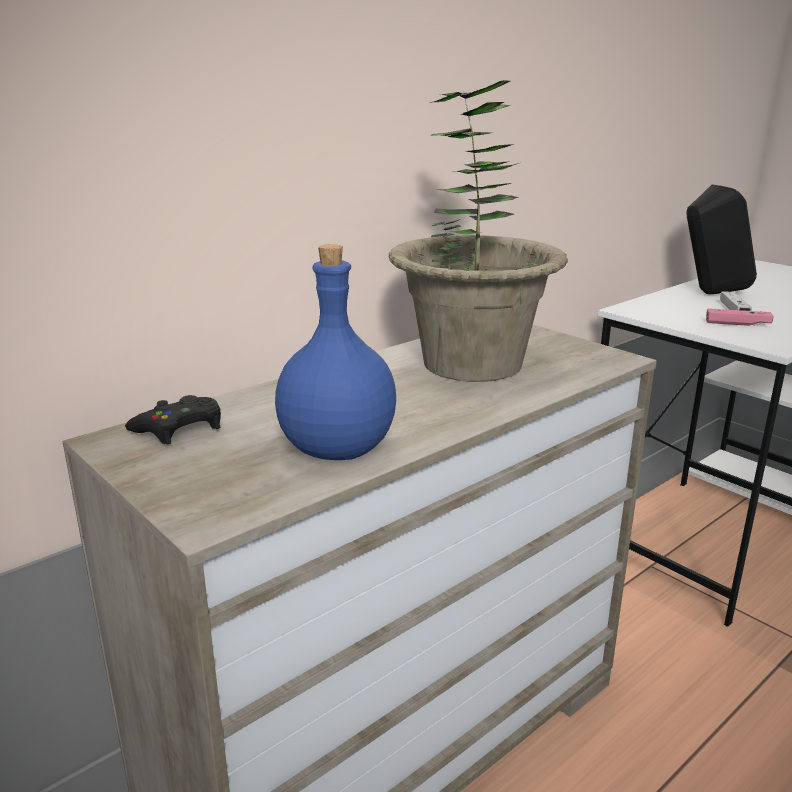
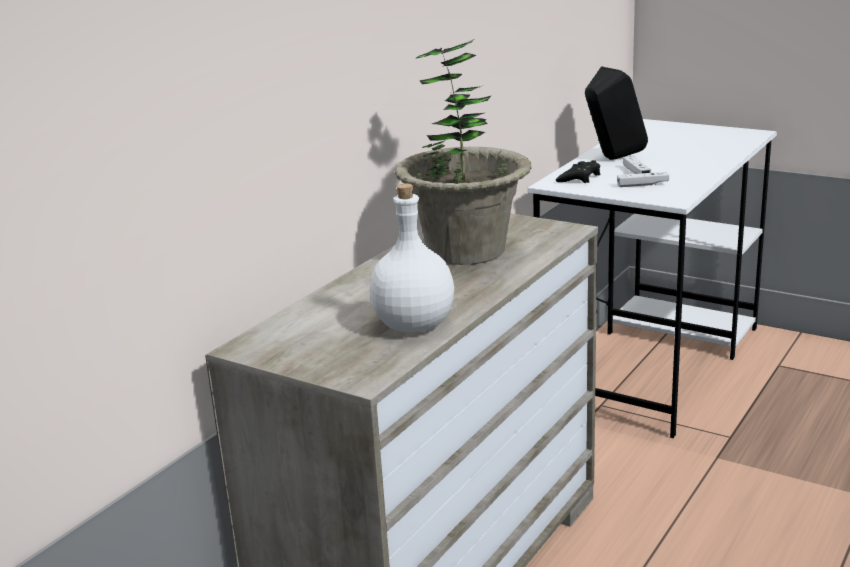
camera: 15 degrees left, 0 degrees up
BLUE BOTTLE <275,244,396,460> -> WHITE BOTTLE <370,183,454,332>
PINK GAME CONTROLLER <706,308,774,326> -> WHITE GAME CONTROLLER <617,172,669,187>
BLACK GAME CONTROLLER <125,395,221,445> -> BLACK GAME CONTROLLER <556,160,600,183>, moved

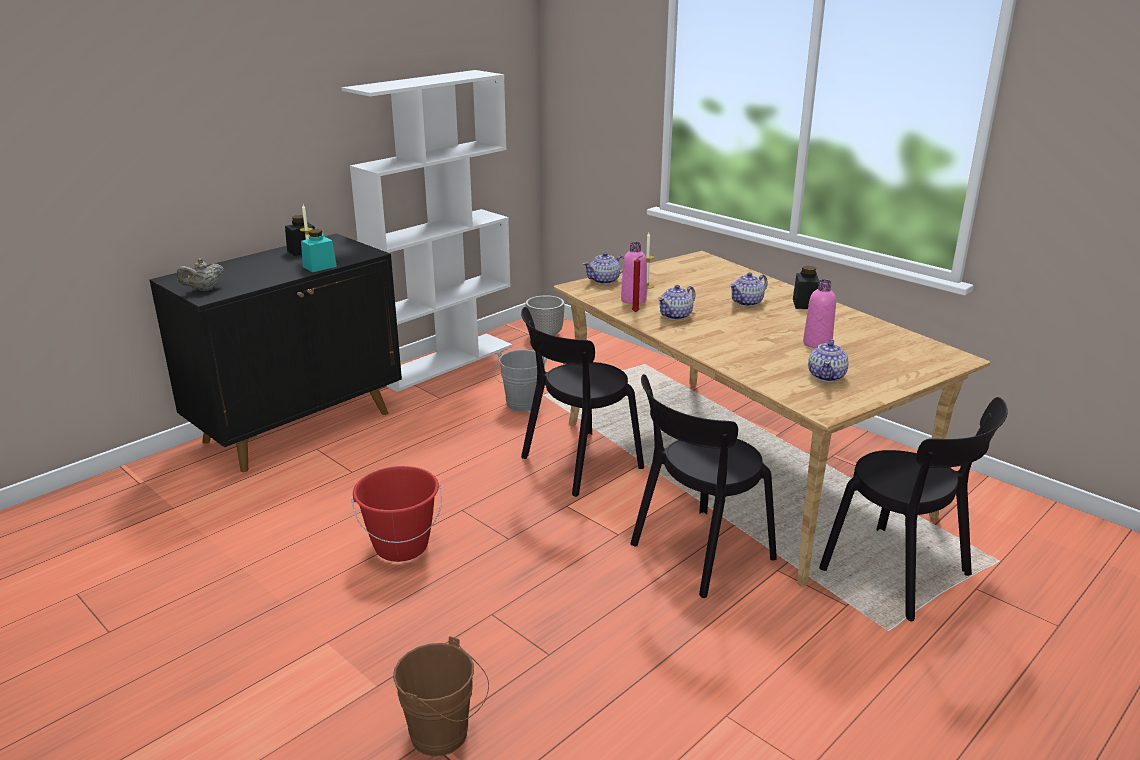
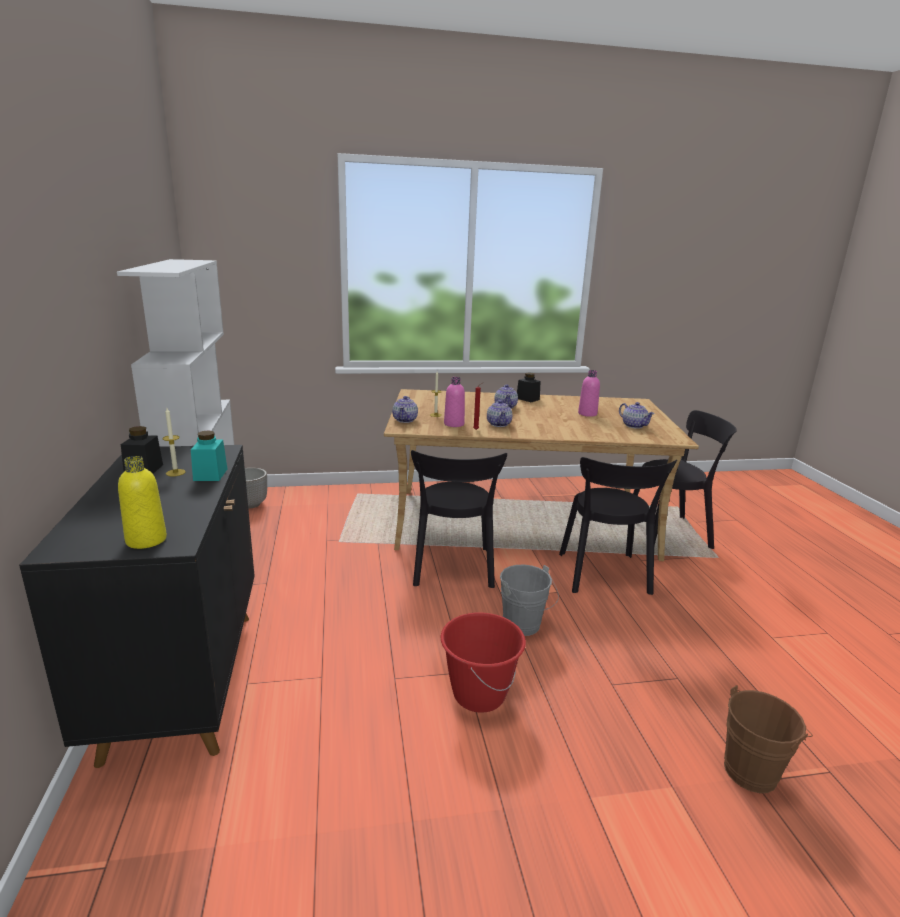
camera: 55 degrees left, 5 degrees down
BEIGE TEAPOT <177,258,224,291> -> YELLOW BOTTLE <118,456,167,549>
GREY BUCKET <494,350,547,412> -> GREY BUCKET <500,565,559,636>, moved

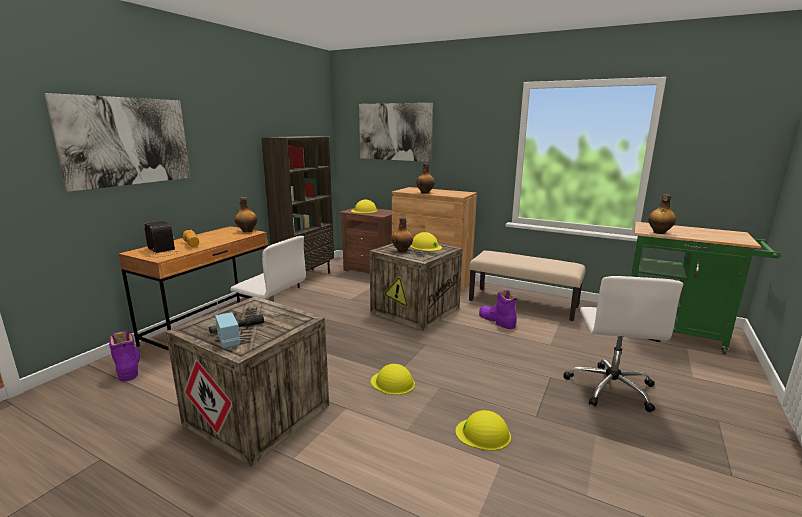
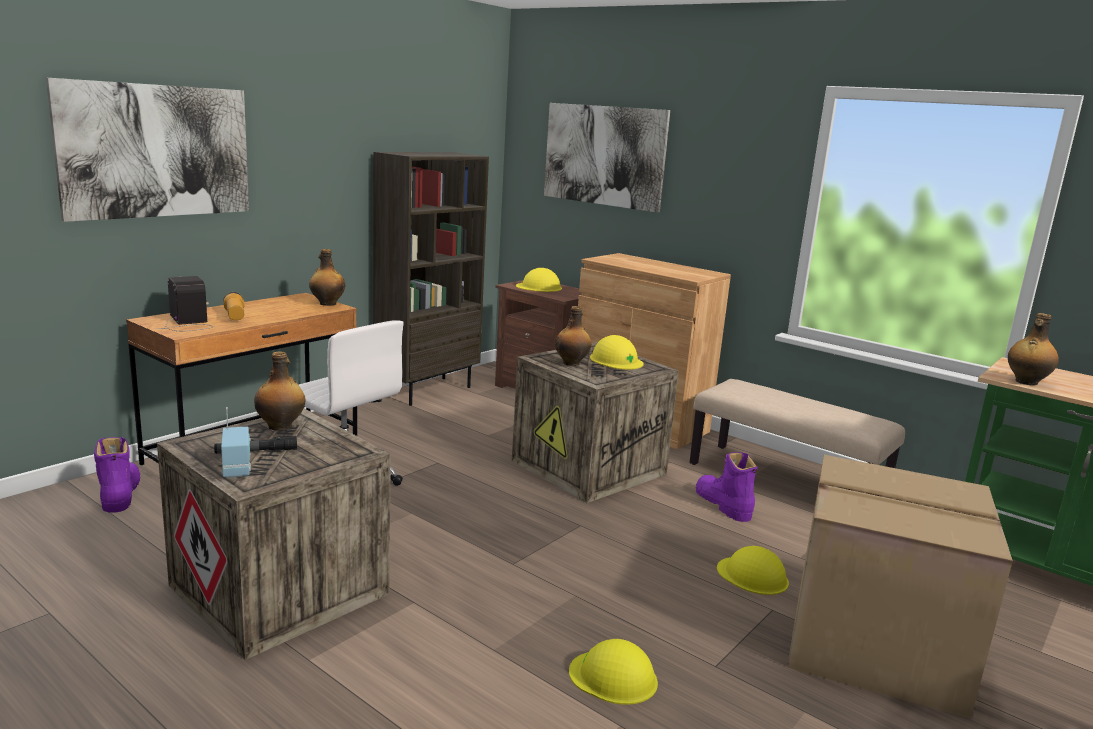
camera: 10 degrees right, 0 degrees up
BOTTLE <416,163,435,194> -> BOTTLE <254,351,305,431>, moved
WHITE OFFICE CHAIR <563,276,683,412> -> CARDBOARD BOX <787,455,1013,719>
YELLOW HARD HAT <371,364,415,395> -> YELLOW HARD HAT <717,546,789,595>, moved

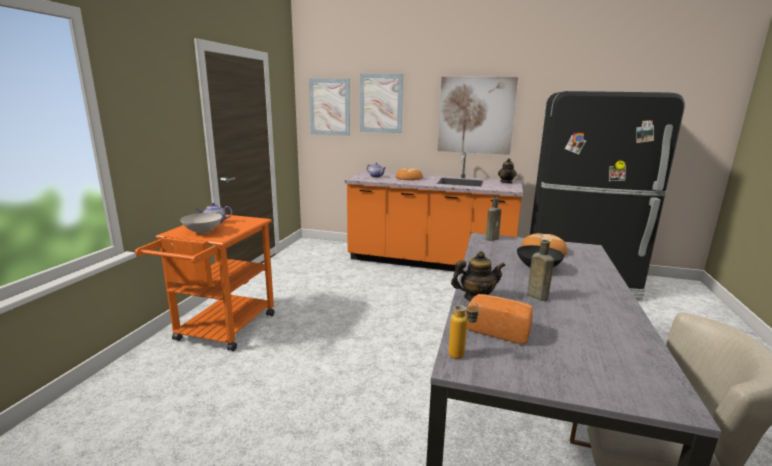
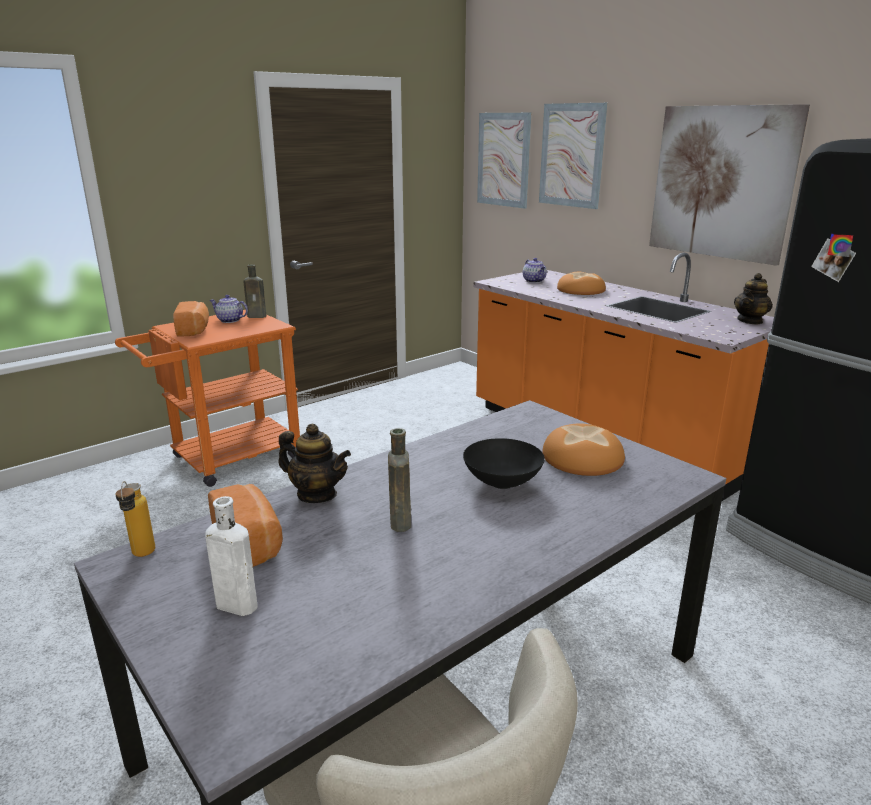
camera: 35 degrees right, 5 degrees up
BROWN BOTTLE <486,197,501,241> -> BROWN BOTTLE <243,264,266,318>, moved
WHITE BOWL <180,213,222,234> -> BREAD <173,301,209,337>
none -> WHITE BOTTLE <205,496,258,616>

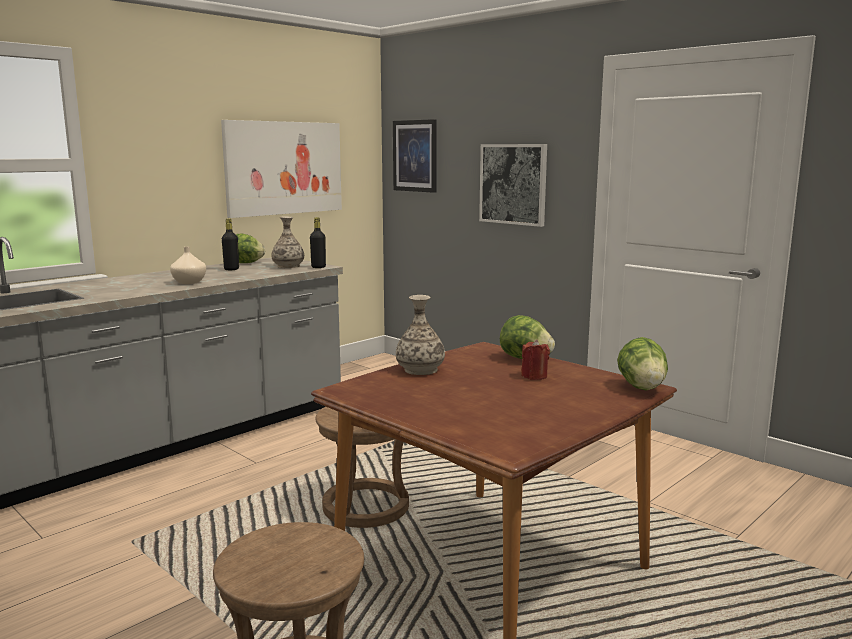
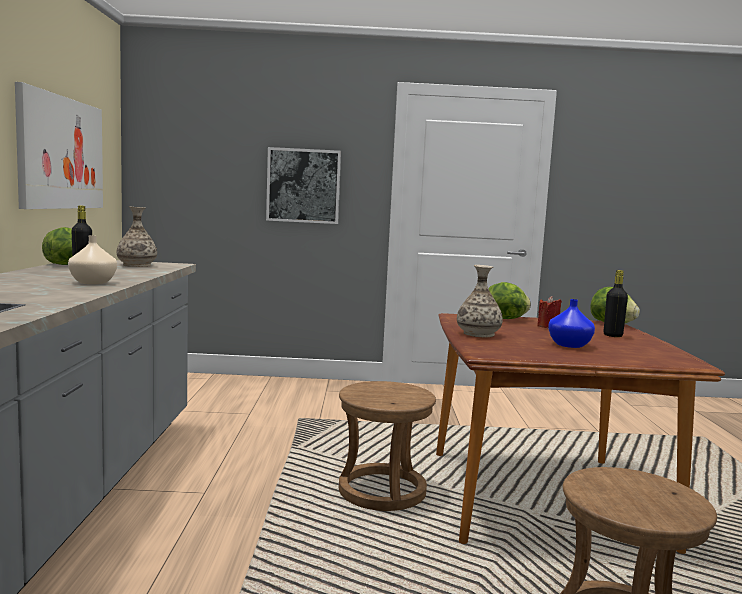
camera: 45 degrees left, 5 degrees down
PICTURE <393,119,437,193> -> none
BLACK BOTTLE <310,217,326,268> -> BLACK BOTTLE <604,270,628,337>, moved
none -> BLUE VASE <548,299,595,348>

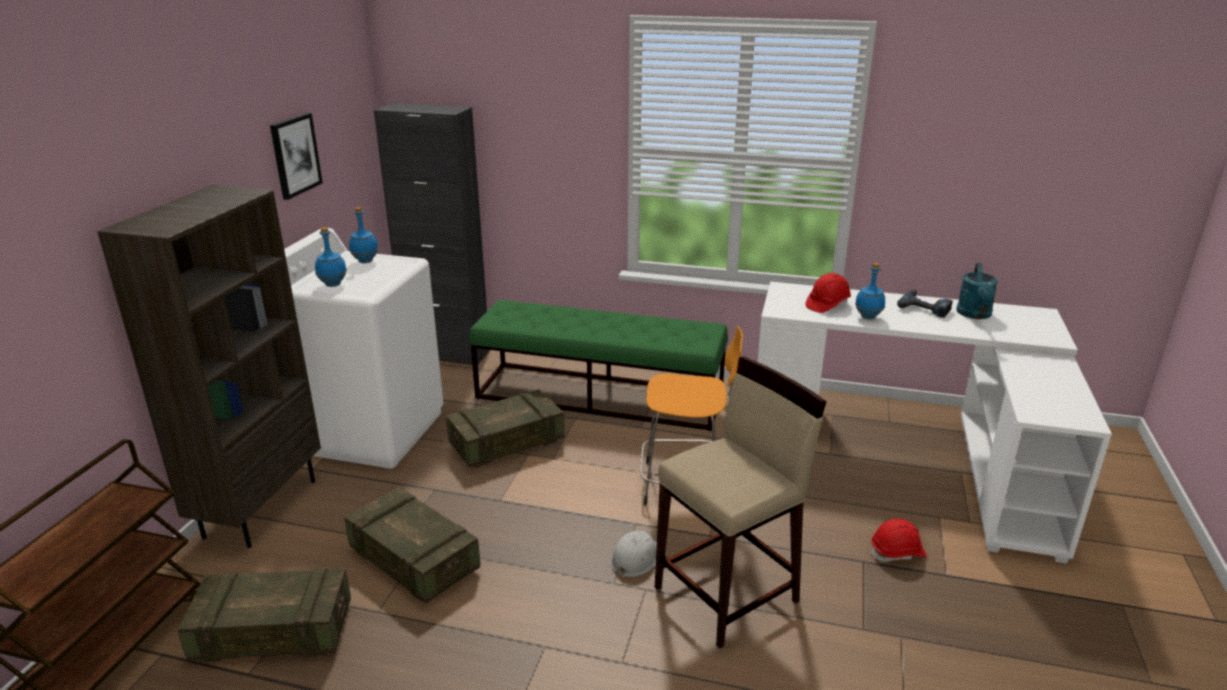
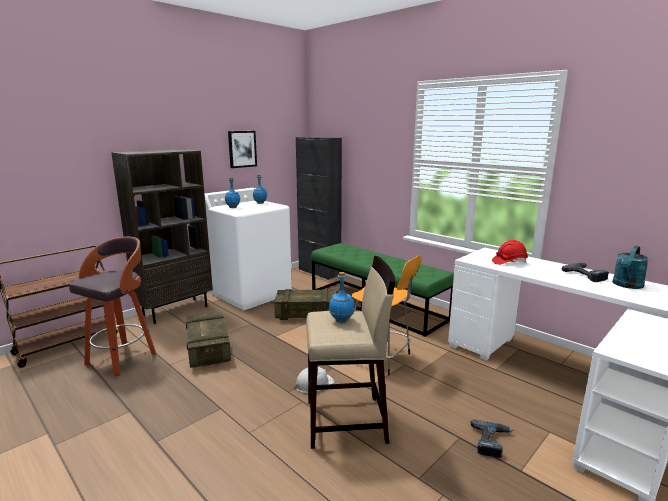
camera: 30 degrees right, 10 degrees down
BLUE BOTTLE <855,263,885,320> -> BLUE BOTTLE <329,272,355,323>, moved
RED HARD HAT <871,519,927,562> -> POWER DRILL <470,419,514,458>
CRATE <177,568,351,663> -> STOOL <69,237,156,376>

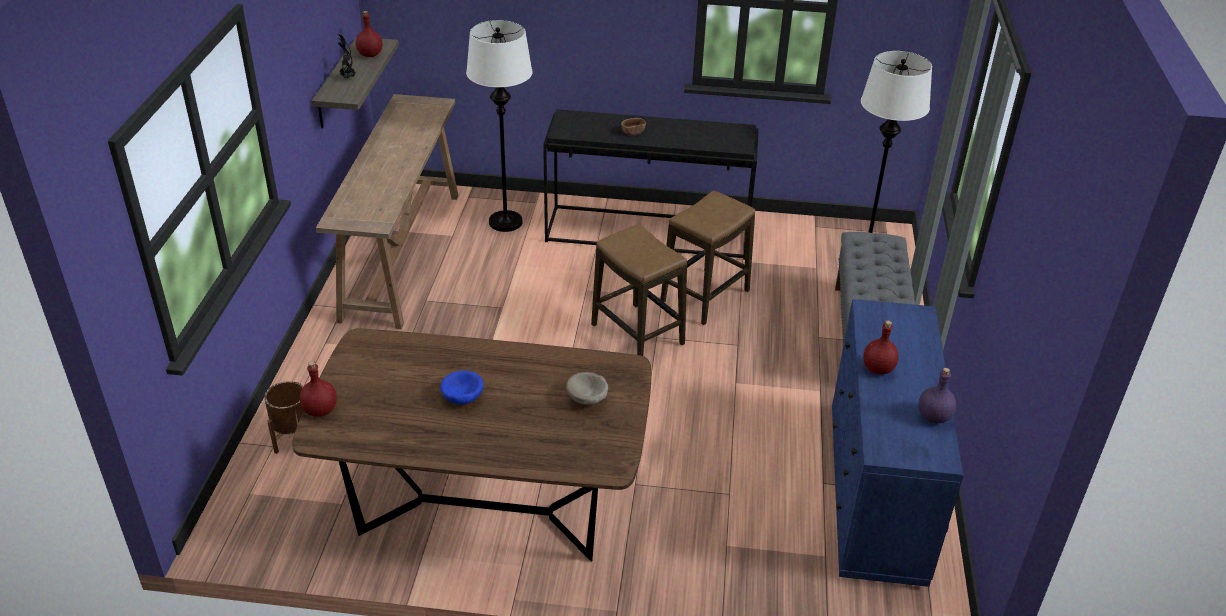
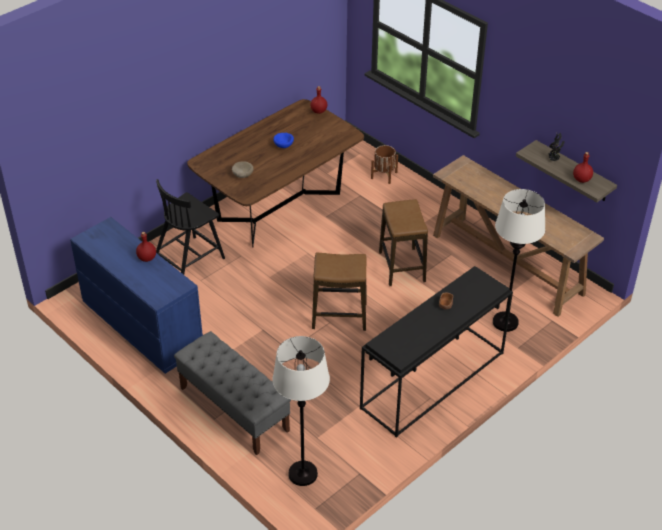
camera: 130 degrees right, 5 degrees up
STOOL <661,190,755,325> -> STOOL <379,199,428,286>, moved
PURPLE BOTTLE <919,368,956,423> -> none
none -> BLACK CHAIR <156,179,225,275>

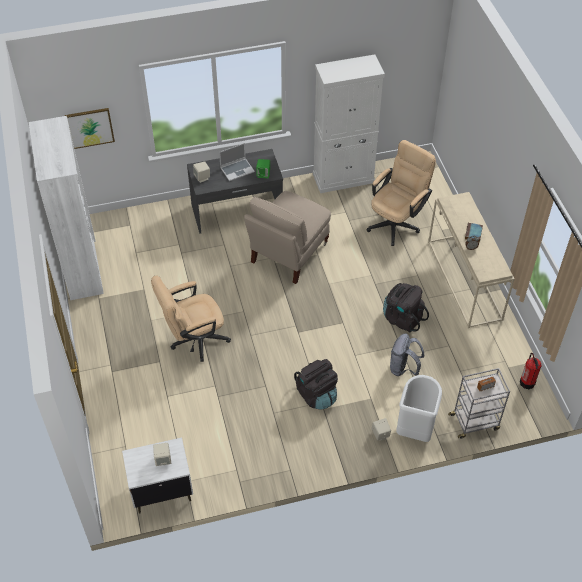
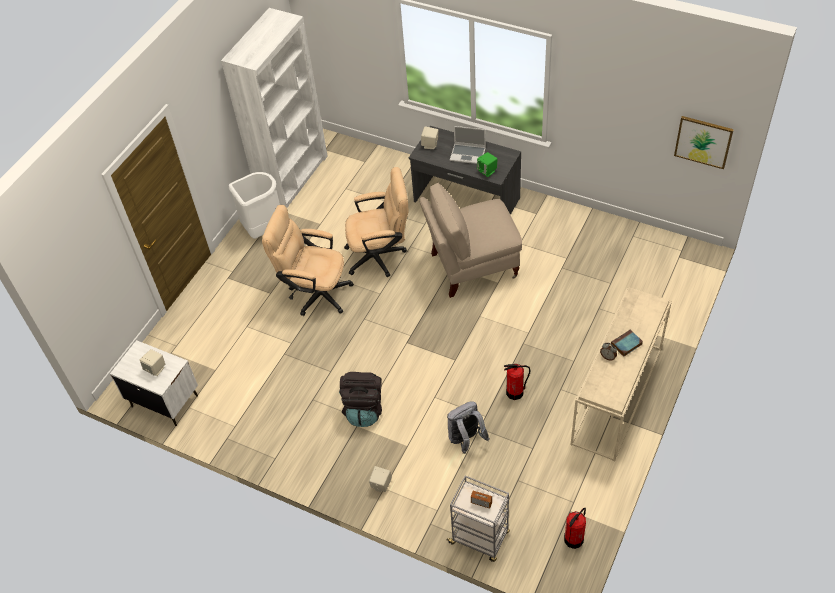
camera: 45 degrees right, 0 degrees up
WHITE CABINET <313,54,385,193> -> none
PICTURE <65,108,115,149> -> PICTURE <674,116,734,169>, moved
BEIGE OFFICE CHAIR <366,140,436,246> -> BEIGE OFFICE CHAIR <344,167,409,277>, moved
BLACK BACKPACK <383,283,429,332> -> FIRE EXTINGUISHER <504,364,530,400>
WHITE TRASH CAN <396,375,442,442> -> WHITE TRASH CAN <229,172,280,239>, moved

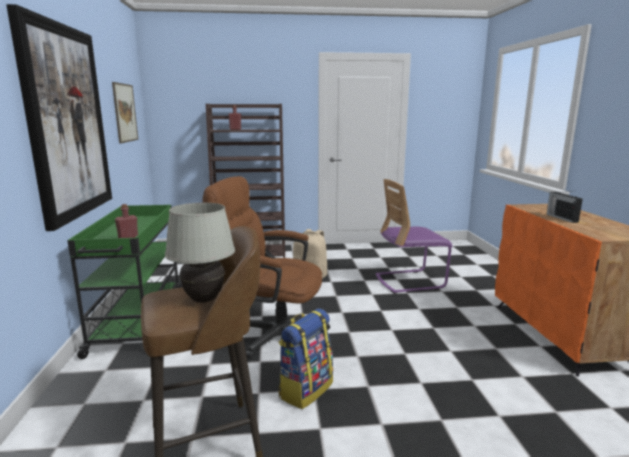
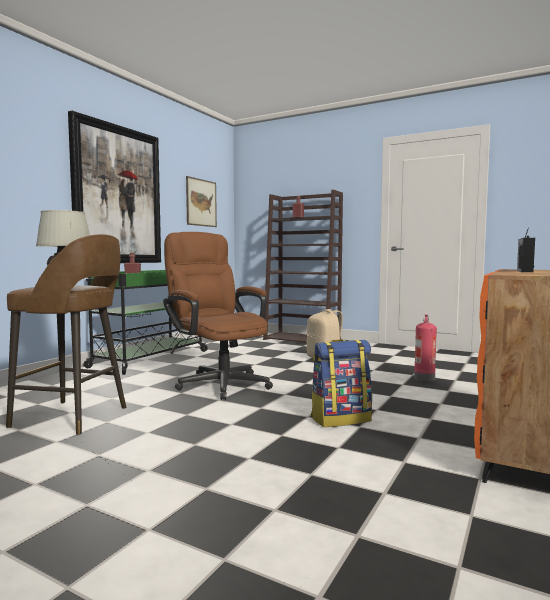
camera: 35 degrees right, 10 degrees down
PURPLE CHAIR <376,179,453,294> -> FIRE EXTINGUISHER <414,314,437,382>
BACKPACK <278,309,333,409> -> BACKPACK <311,339,372,427>, moved

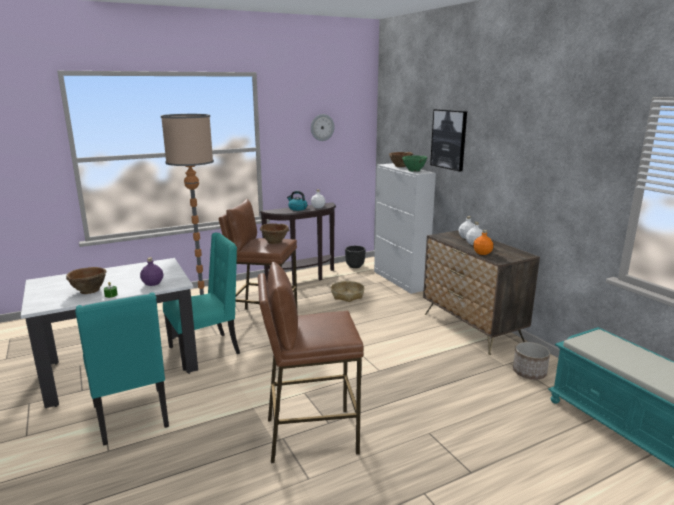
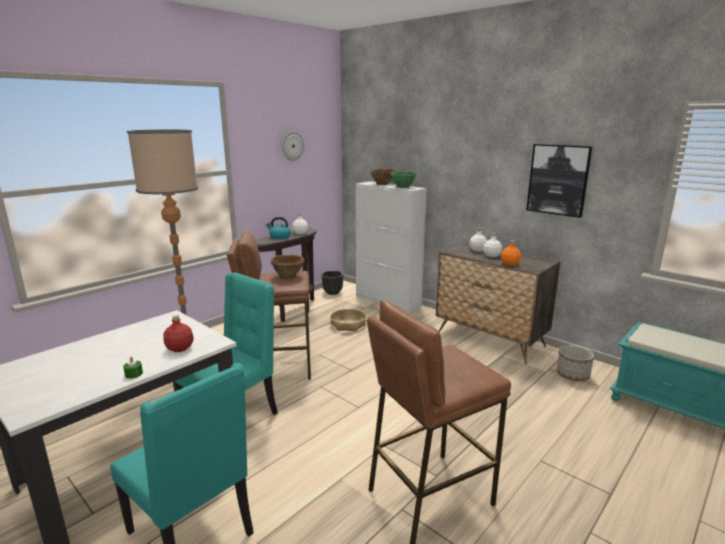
camera: 20 degrees left, 0 degrees up
PICTURE <430,109,467,172> -> PICTURE <527,144,593,218>, moved
PURPLE BOTTLE <140,258,164,286> -> RED BOTTLE <163,315,194,352>
BROWN BOWL <66,267,106,294> -> none

